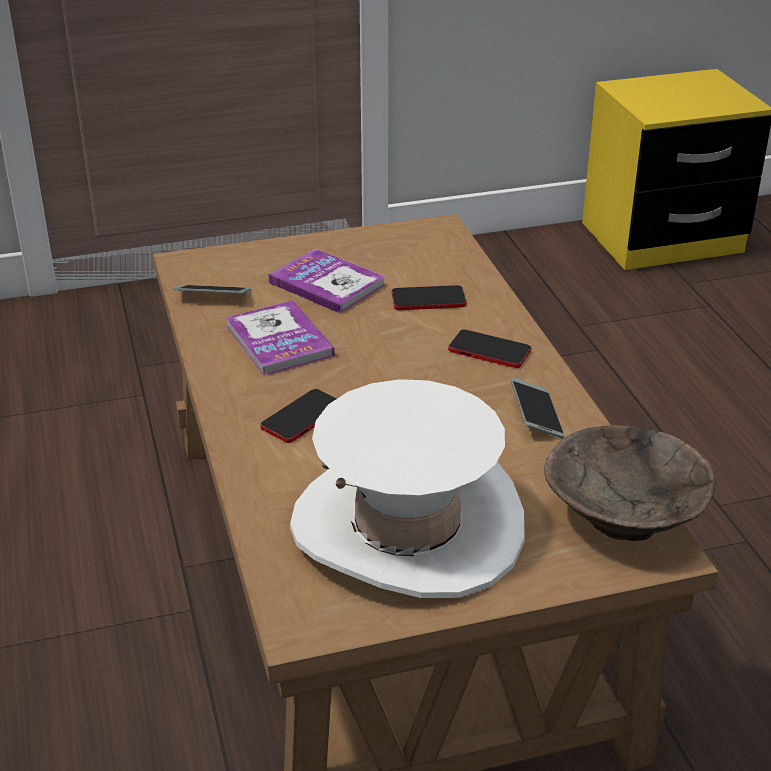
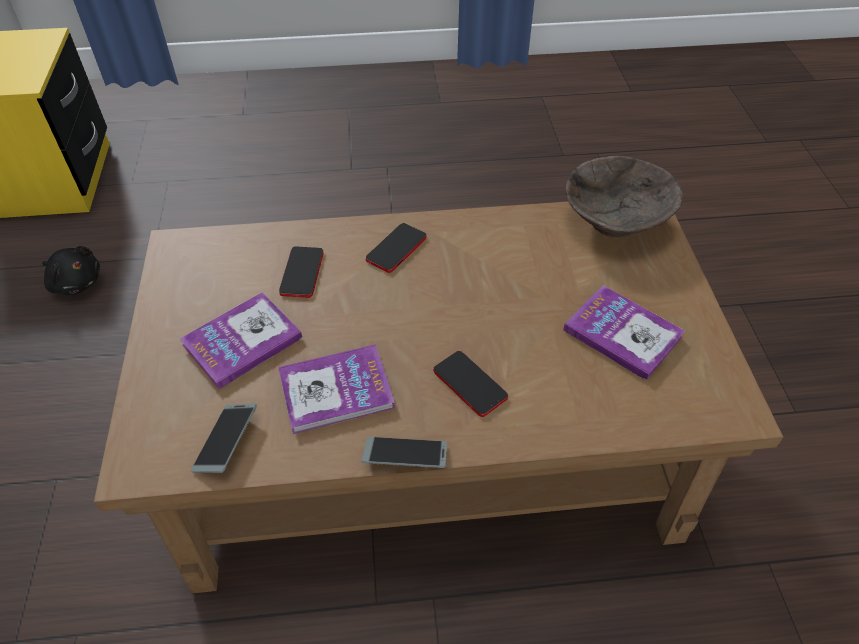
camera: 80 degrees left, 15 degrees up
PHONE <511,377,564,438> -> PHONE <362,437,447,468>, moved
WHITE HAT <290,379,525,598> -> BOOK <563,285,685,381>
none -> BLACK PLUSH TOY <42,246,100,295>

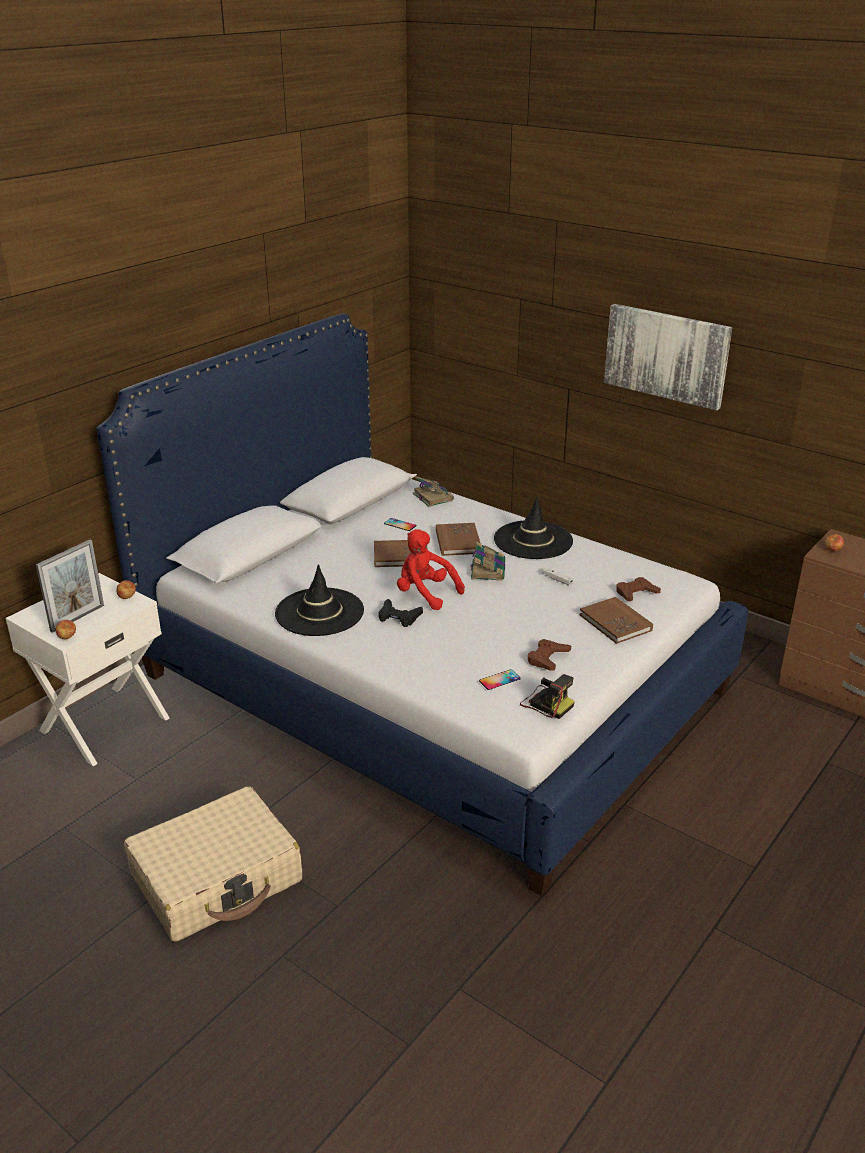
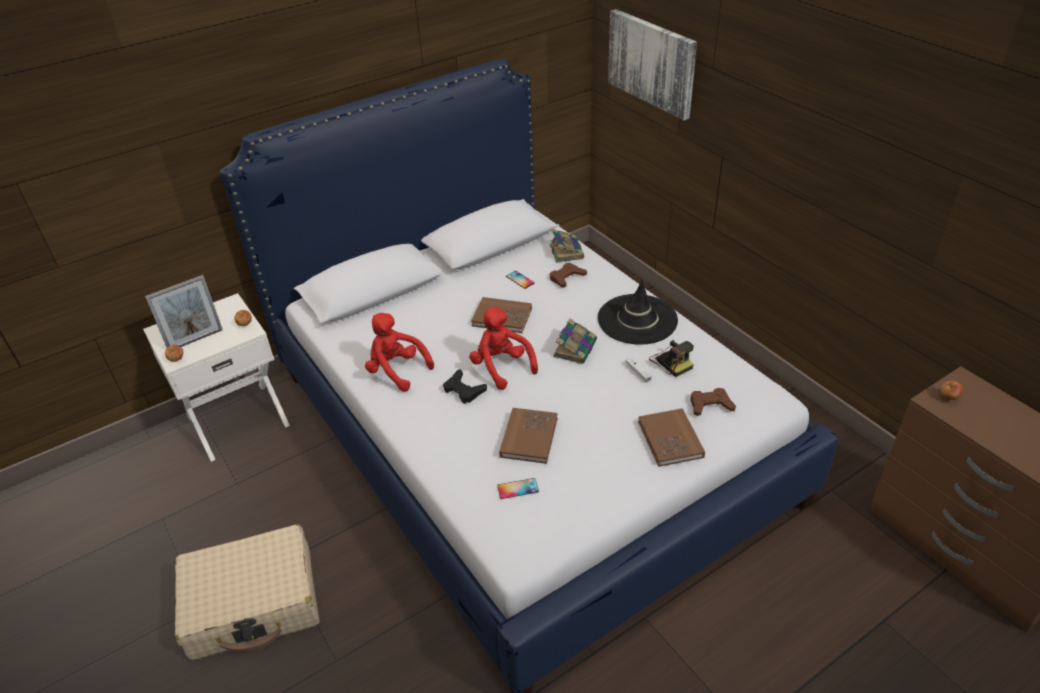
camera: 20 degrees right, 10 degrees up
PICTURE <604,304,732,410> -> PICTURE <608,9,697,120>, moved
BROWN BOOK <436,523,480,556> -> BROWN BOOK <499,408,558,464>, moved
BLACK HAT <275,565,364,636> -> RED PLUSH TOY <365,313,434,392>
BROWN GAME CONTROLLER <528,639,571,670> -> BROWN GAME CONTROLLER <550,263,587,288>, moved
PHOTO CAMERA <520,674,575,719> -> PHOTO CAMERA <649,340,694,377>, moved

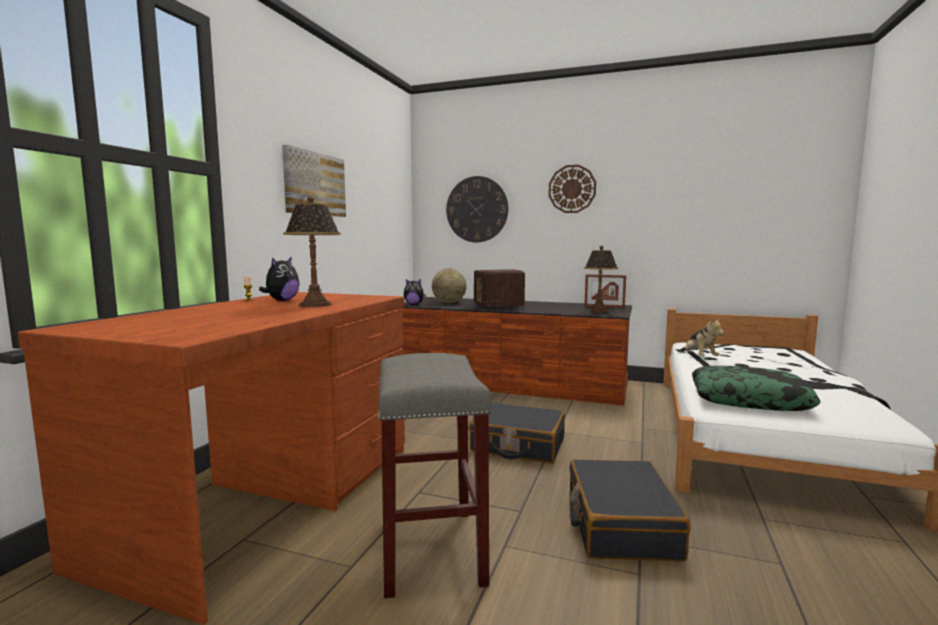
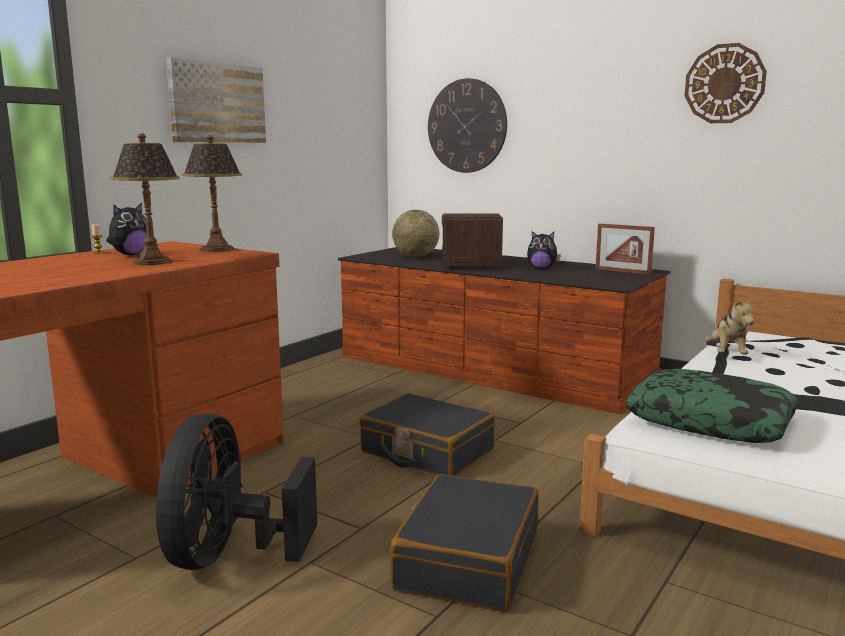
camera: 15 degrees right, 5 degrees up
WALL CLOCK <548,165,596,213> -> WALL CLOCK <685,43,767,123>, moved
TABLE LAMP <584,246,618,313> -> TABLE LAMP <182,135,242,252>, moved
PLUSH TOY <403,279,426,305> -> PLUSH TOY <527,231,561,269>, moved
GREY STOOL <378,353,492,598> -> BLACK FAN <156,413,317,570>

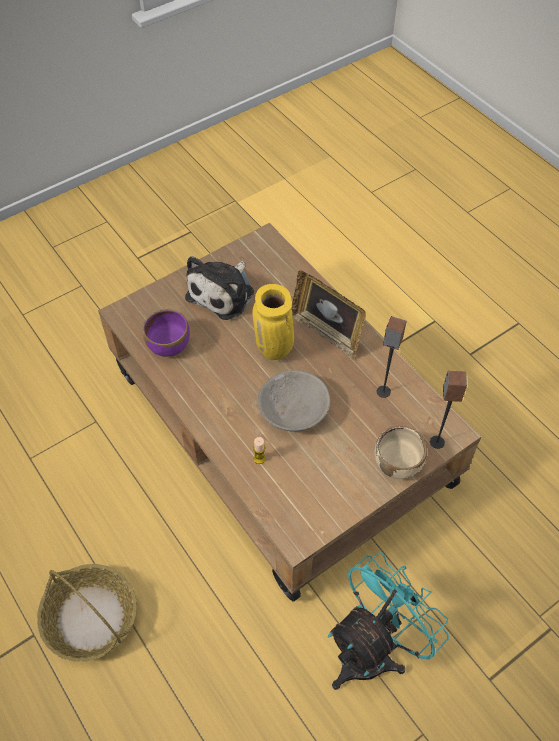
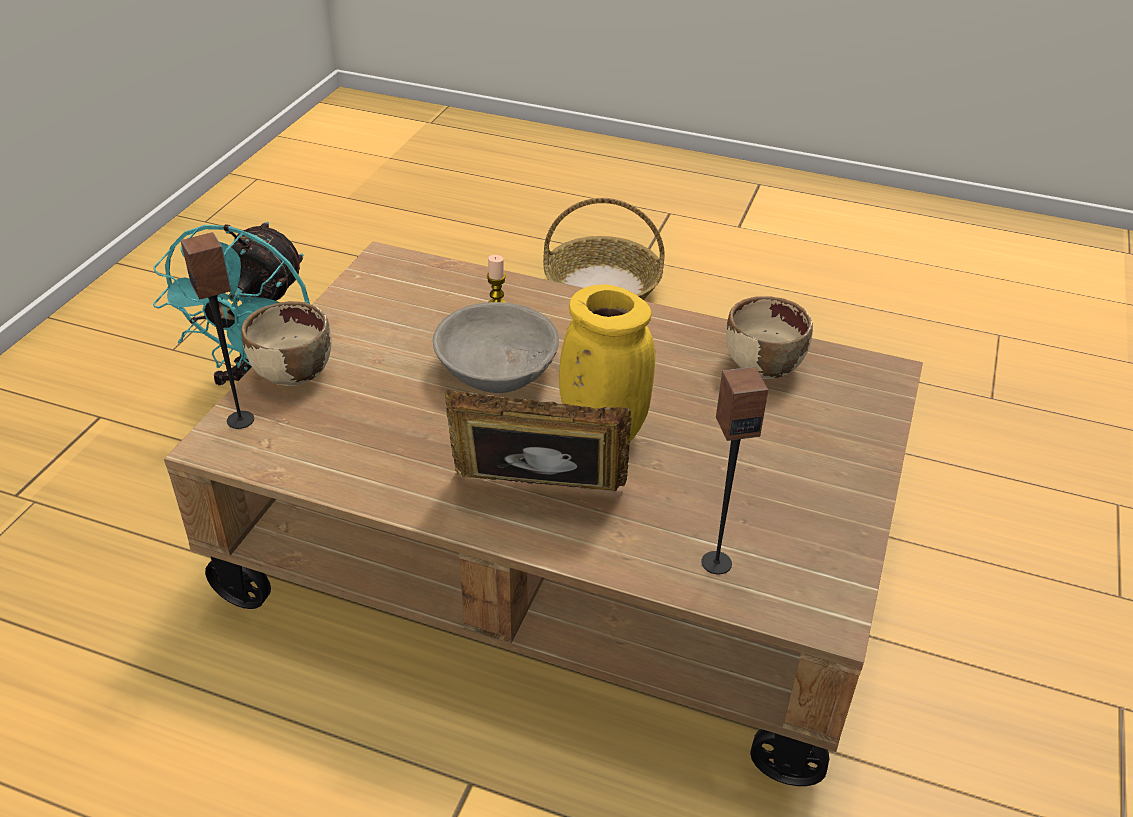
camera: 145 degrees right, 15 degrees down
PLUSH TOY <185,256,254,320> -> none
PURPLE BOWL <142,309,190,357> -> BEIGE BOWL <726,296,813,379>
SPEAKER <377,316,407,398> -> SPEAKER <701,367,768,575>, moved

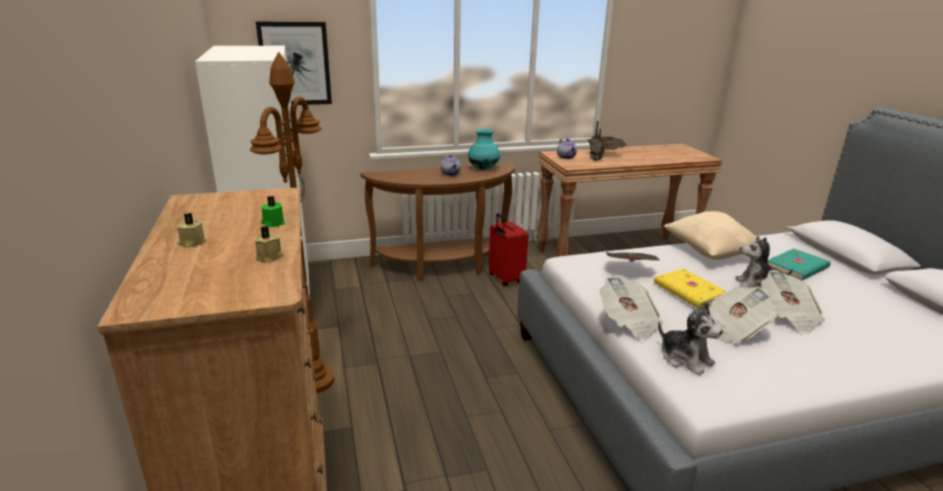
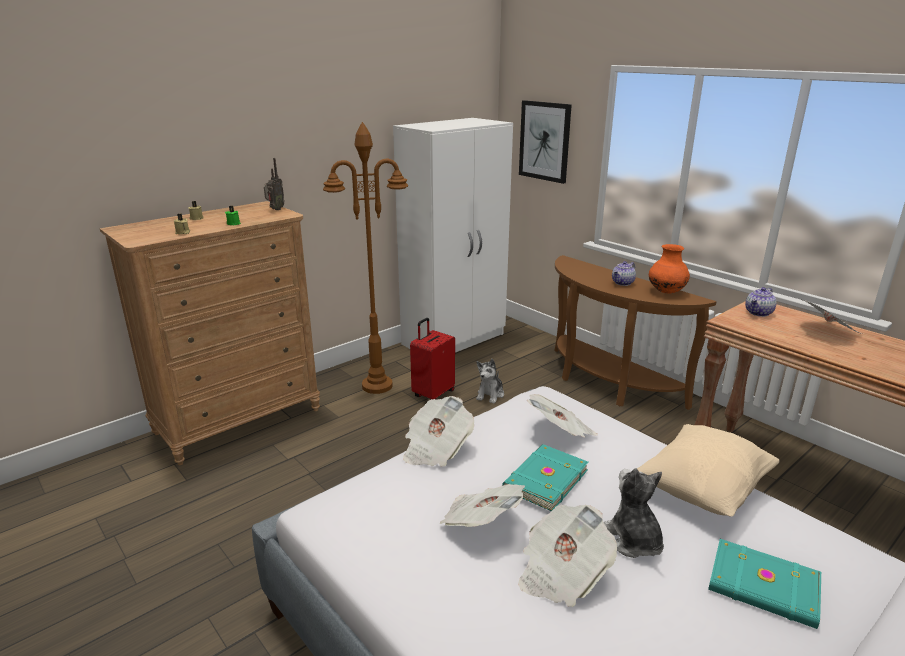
camera: 65 degrees right, 0 degrees up
RADIO <590,121,605,161> -> RADIO <264,158,285,210>, moved
TURQUOISE VASE <468,129,500,170> -> ORANGE VASE <649,244,690,293>
RED SUITCASE <489,213,528,286> -> RED SUITCASE <410,318,455,400>, moved
YELLOW BOOK <654,269,727,308> -> TURQUOISE BOOK <502,444,588,511>
PLUSH TOY <658,302,723,375> -> PLUSH TOY <476,359,504,403>, moved

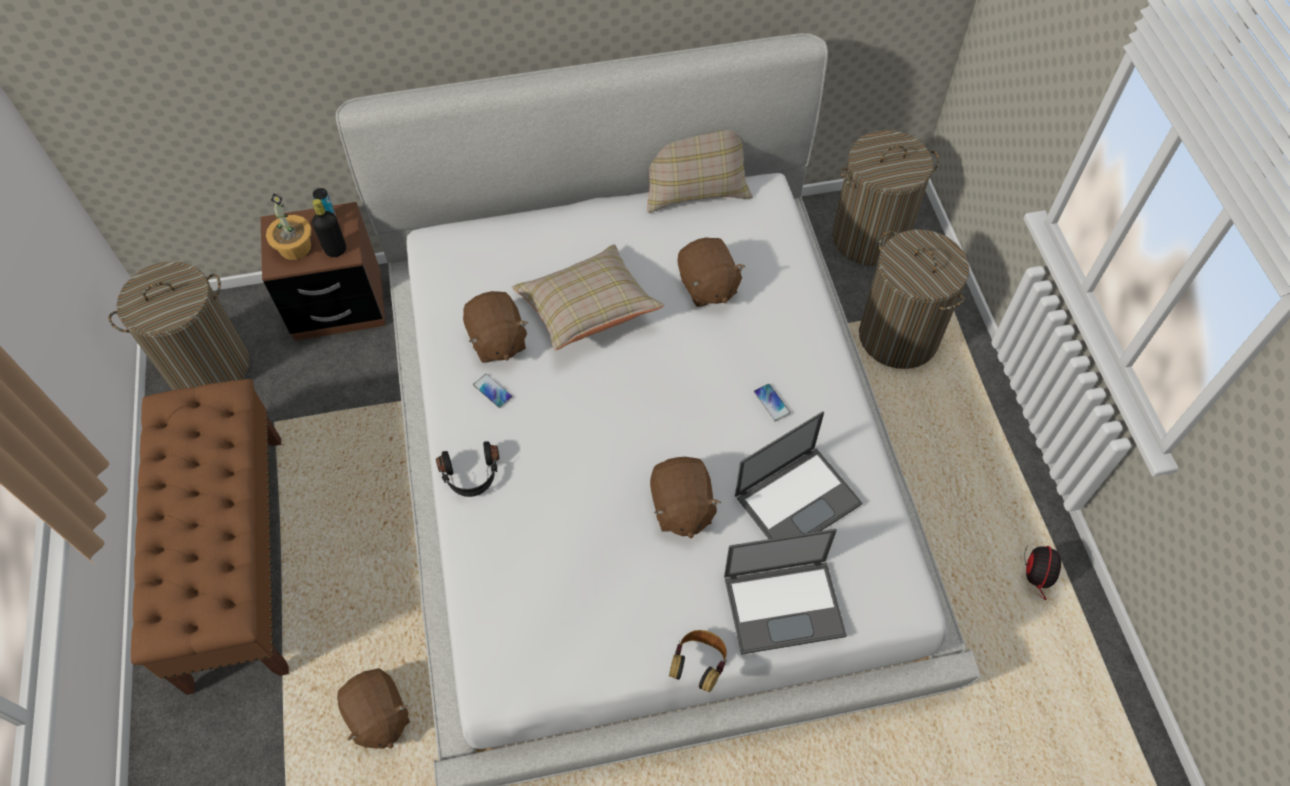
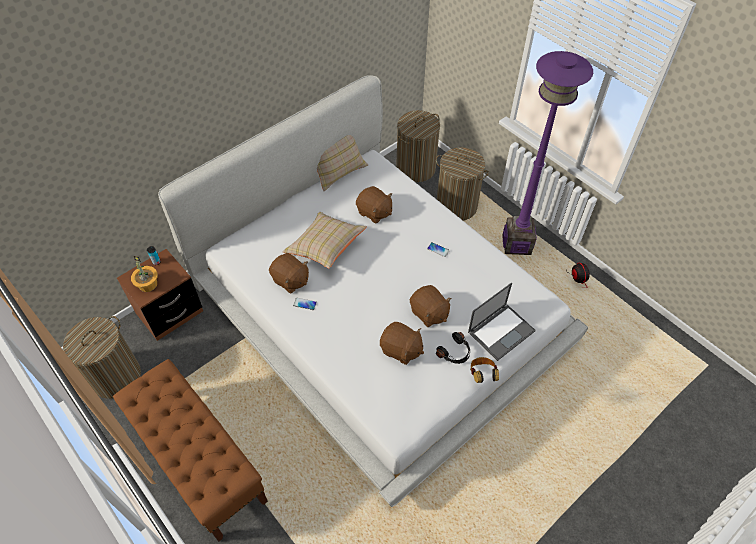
camera: 30 degrees left, 5 degrees down
BLACK BOTTLE <312,199,346,257> -> none
LAPTOP <735,411,863,539> -> none
BLACK HEADPHONES <436,442,499,497> -> BLACK HEADPHONES <436,332,470,364>, moved
BROWN PLUSH TOY <337,668,410,749> -> BROWN PLUSH TOY <380,322,424,365>, moved
none -> PURPLE FLOOR LAMP <502,51,593,255>

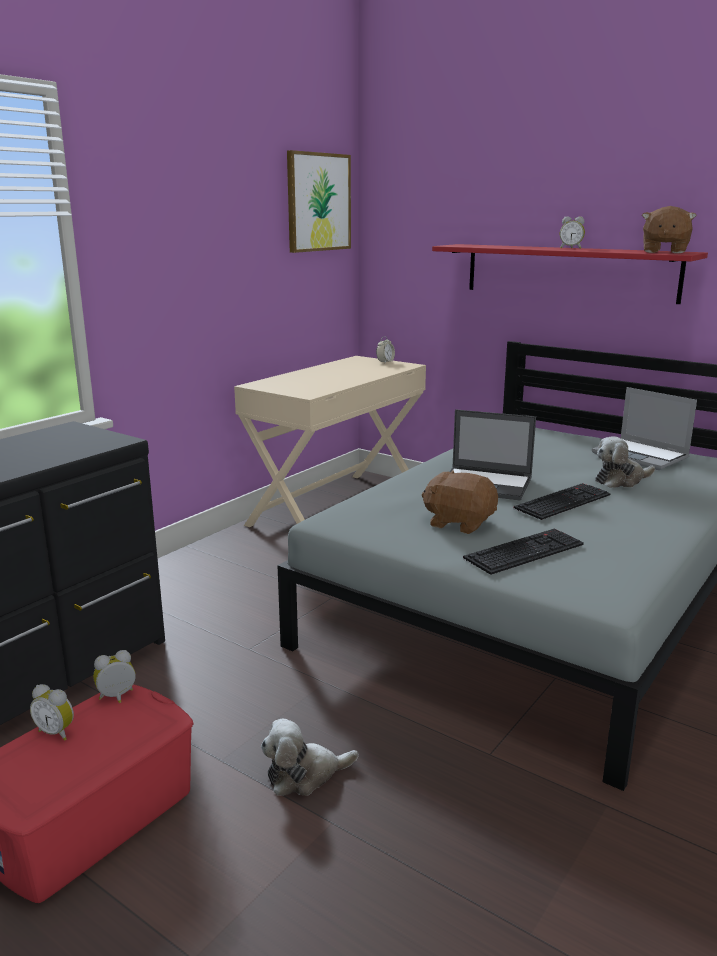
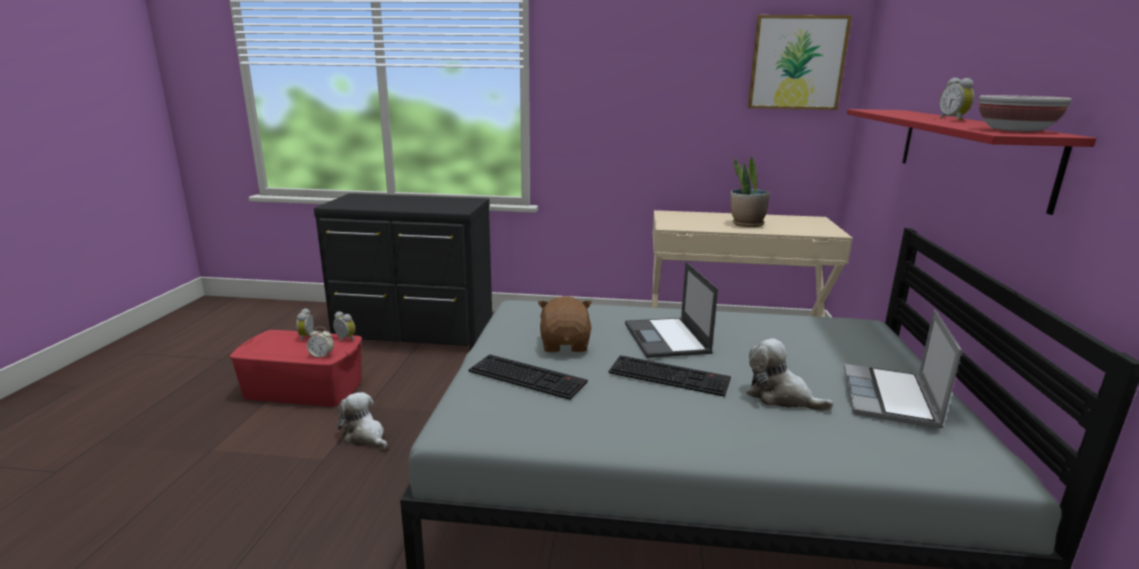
camera: 60 degrees right, 0 degrees up
BROWN PLUSH TOY <642,206,697,253> -> BOWL <979,95,1072,131>
ALARM CLOCK <376,336,395,363> -> ALARM CLOCK <307,327,334,358>, moved
none -> POTTED PLANT <731,157,770,227>

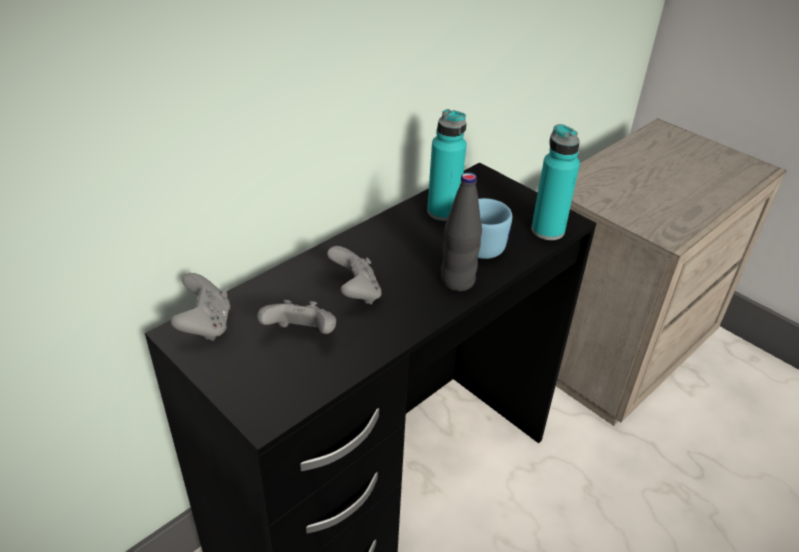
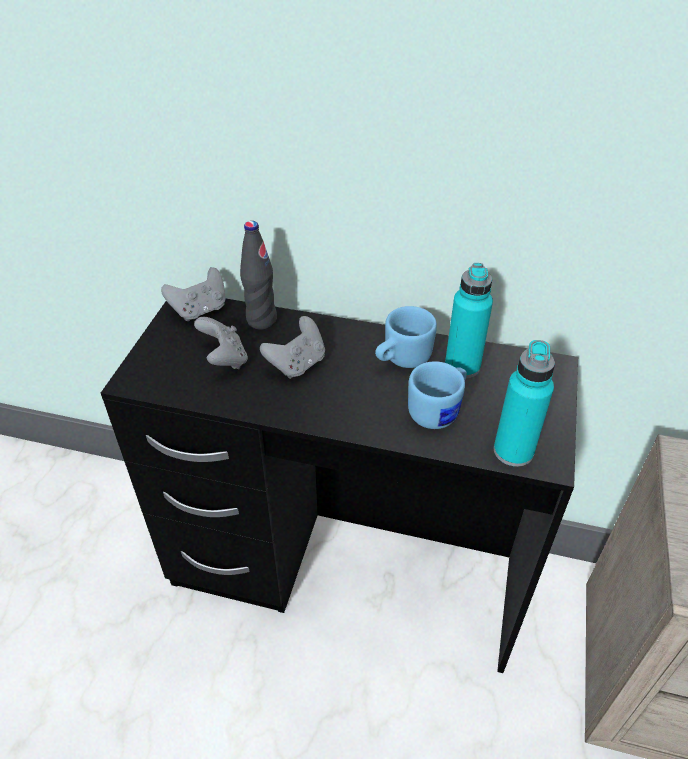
camera: 60 degrees right, 5 degrees up
BLACK BOTTLE <441,172,482,291> -> BLACK BOTTLE <240,221,277,330>, moved
none -> BLUE MUG <375,306,437,368>

